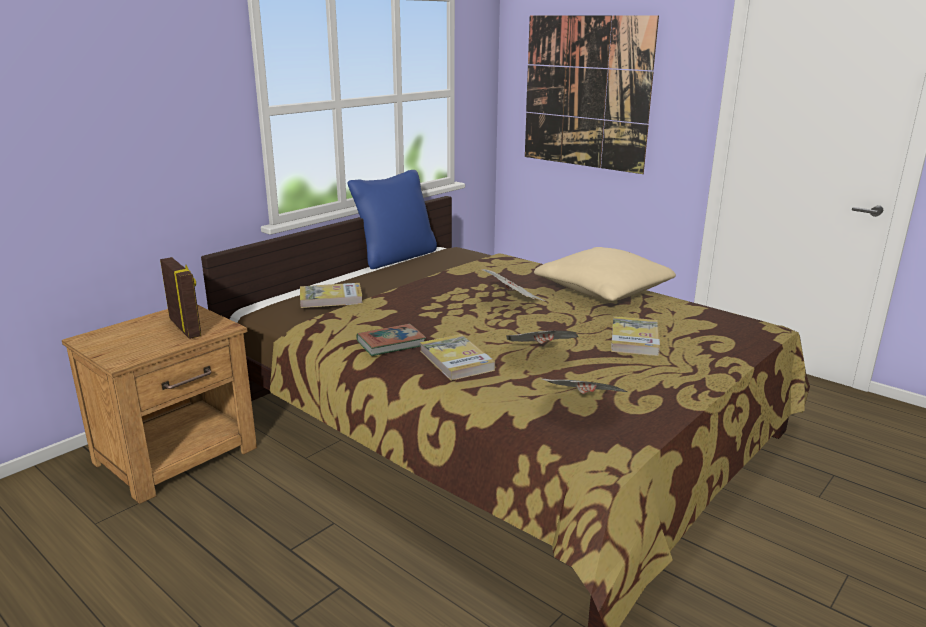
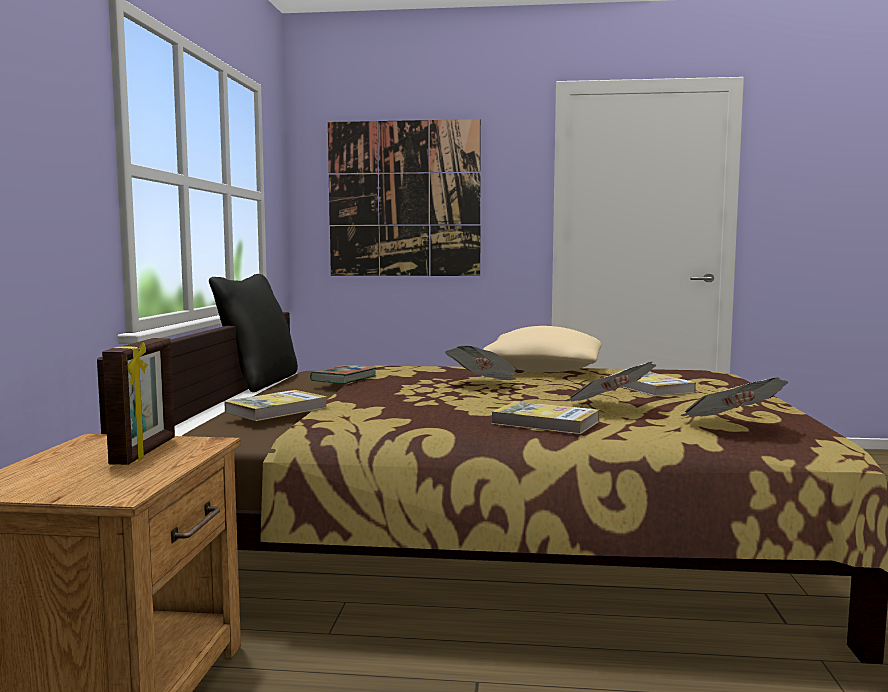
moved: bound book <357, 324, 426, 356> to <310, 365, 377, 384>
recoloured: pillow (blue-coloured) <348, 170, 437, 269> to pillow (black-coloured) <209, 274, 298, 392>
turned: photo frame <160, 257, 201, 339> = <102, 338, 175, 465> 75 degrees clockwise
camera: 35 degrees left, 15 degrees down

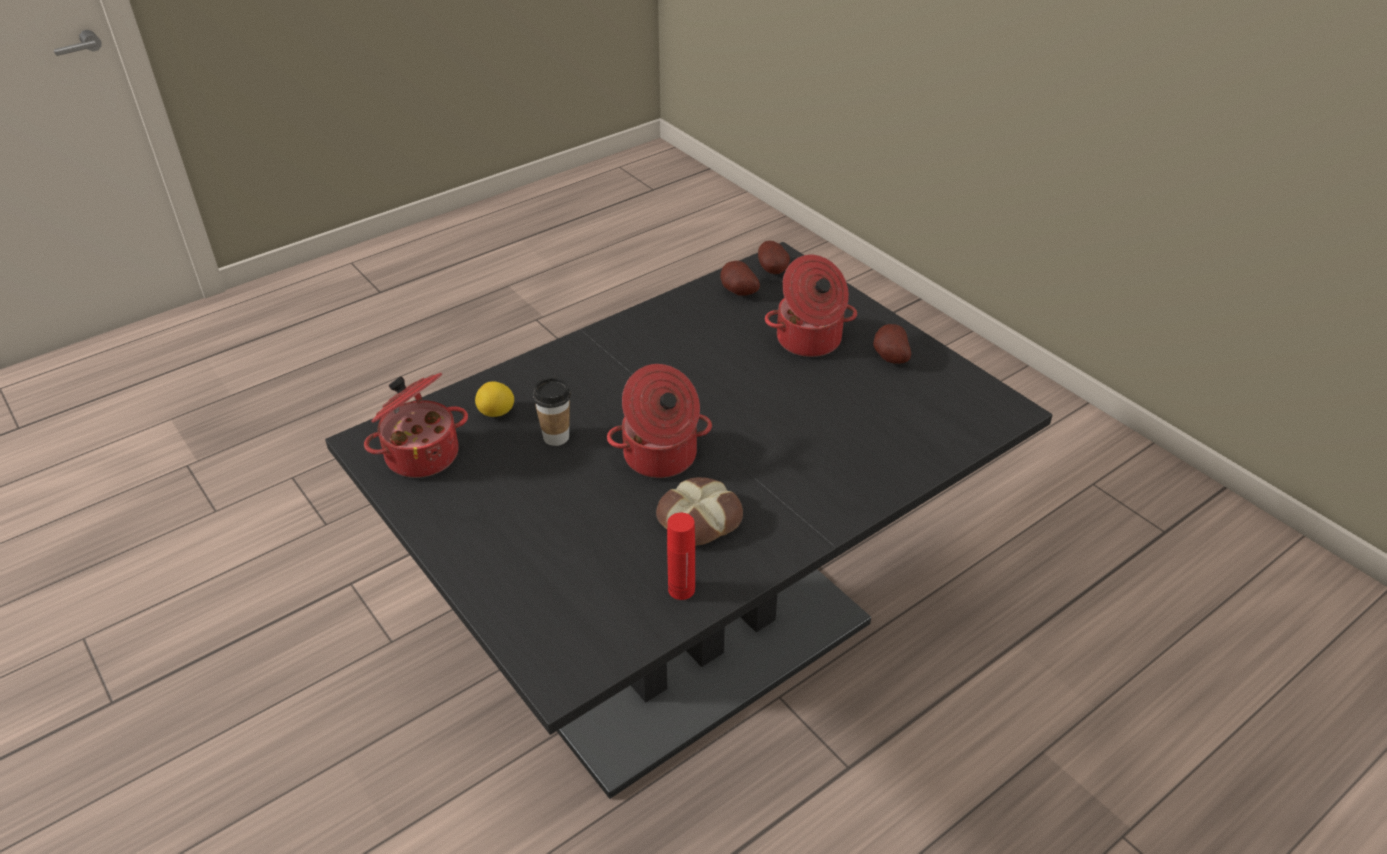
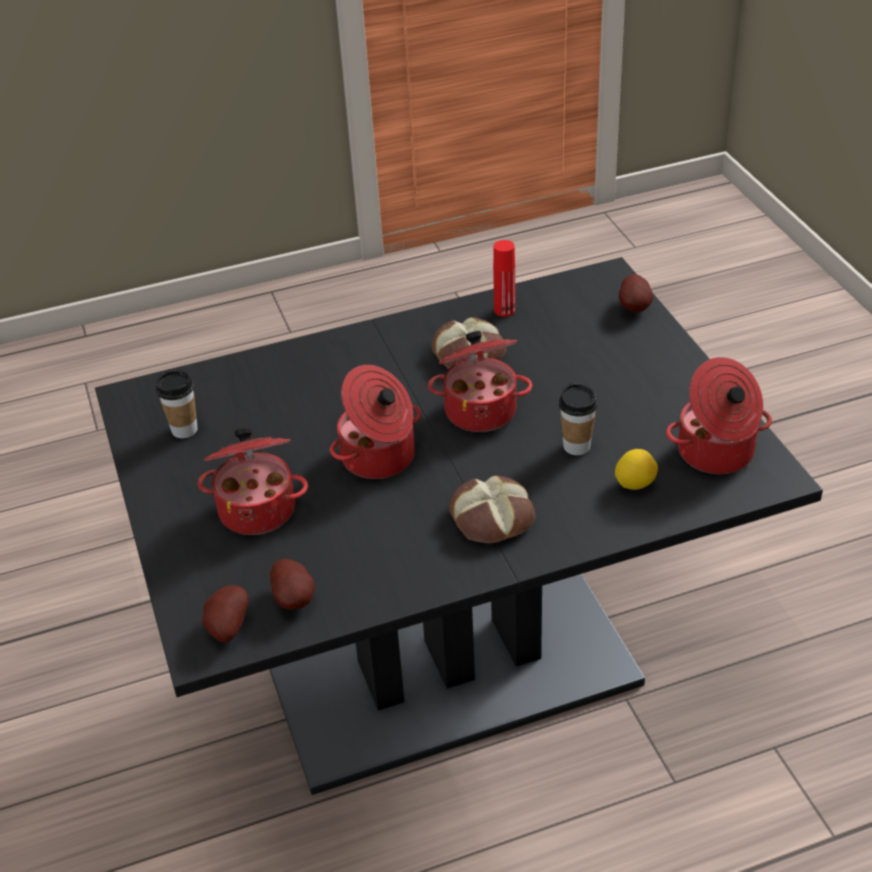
added: cup <156, 370, 198, 438>; cooking pot <330, 365, 421, 479>; bread <450, 476, 535, 543>
moved: potato <873, 324, 911, 364> to <619, 274, 653, 312>
camera: 160 degrees left, 0 degrees up

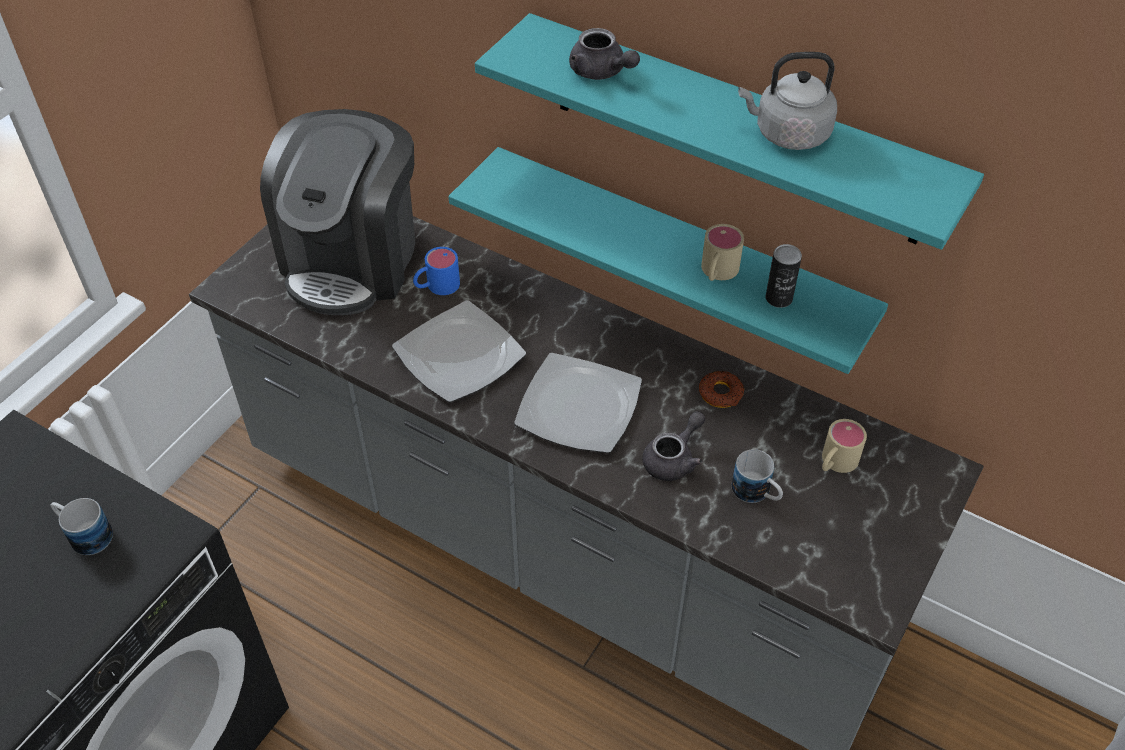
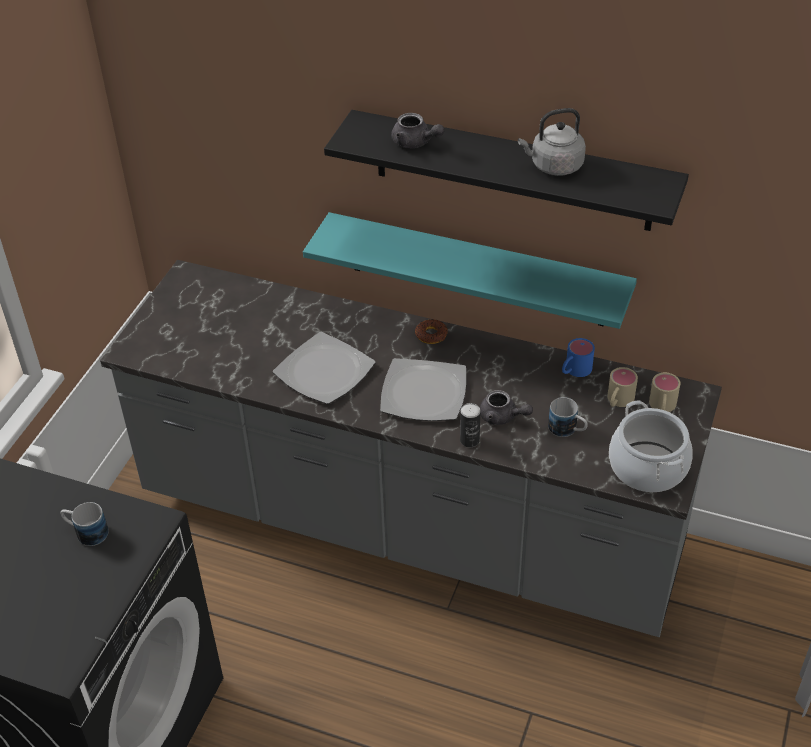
removed: coffee maker <260, 109, 415, 315>
added: cooking pot <609, 401, 693, 492>
moved: coffee mug (blue-coloured) <413, 247, 460, 295> to <562, 338, 595, 377>; doughnut <699, 371, 744, 408> to <415, 319, 448, 344>; coffee mug (beige-coloured) <701, 224, 744, 281> to <649, 372, 680, 412>; sealed can <766, 244, 802, 308> to <460, 403, 481, 447>
recoloured: wall shelf (blue-green) <475, 13, 984, 250> to wall shelf (black-coloured) <324, 110, 689, 231>
turned: pot for tea (gray) <643, 411, 705, 481> = <480, 390, 533, 425> 90 degrees clockwise
camera: 10 degrees left, 5 degrees down

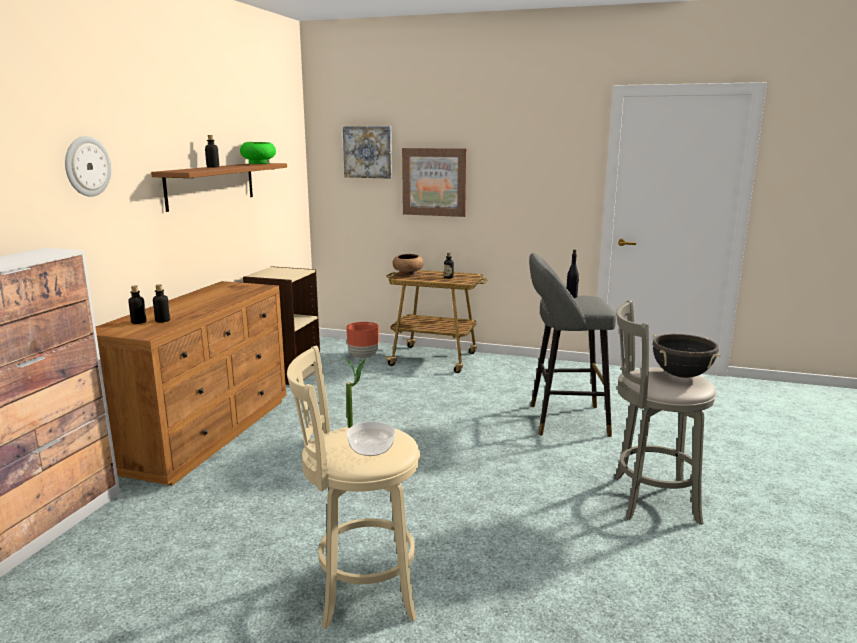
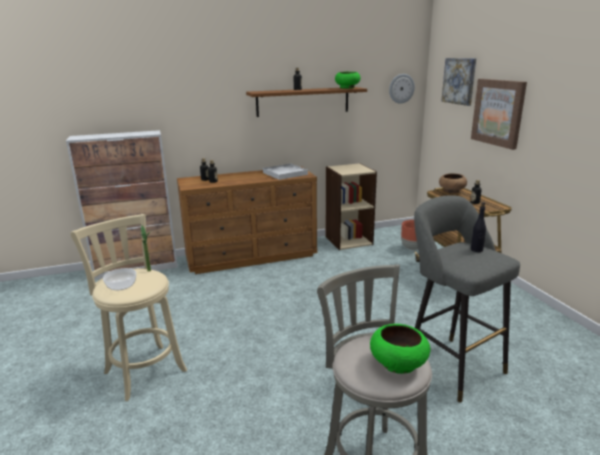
added: carrying tray (white-coloured) <263, 164, 308, 180>
moved: wall clock <65, 136, 111, 197> to <389, 74, 415, 104>
replaced: cooking pot (black-coloured) <652, 334, 721, 378> to deep dish (green) <370, 324, 430, 374>
camera: 55 degrees right, 5 degrees up

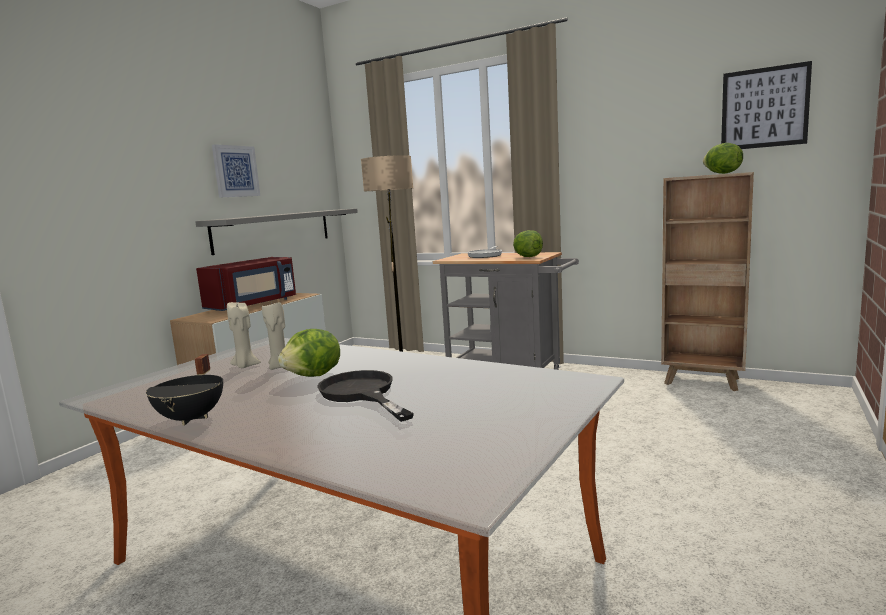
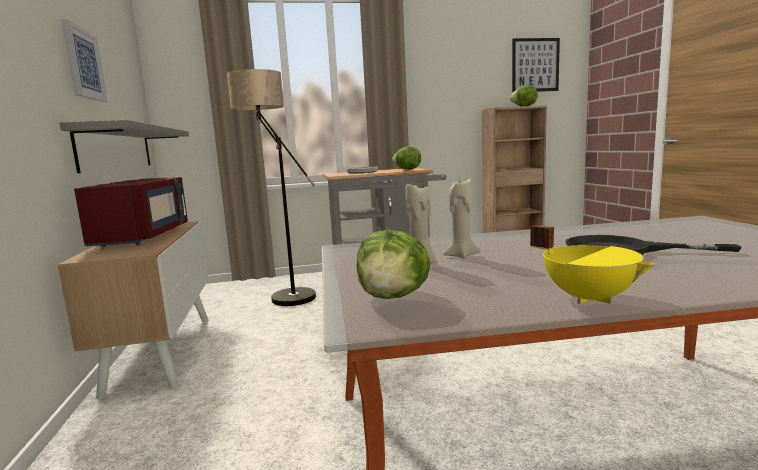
moved: lettuce head <278, 329, 340, 377> to <356, 229, 431, 299>
recoloured: cooking pot (black-coloured) <146, 354, 223, 426> to cooking pot (yellow) <530, 225, 655, 304>
camera: 40 degrees left, 0 degrees up

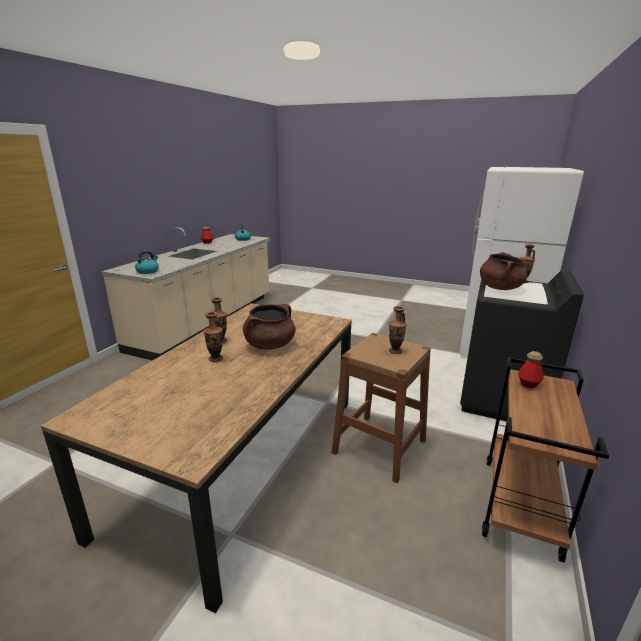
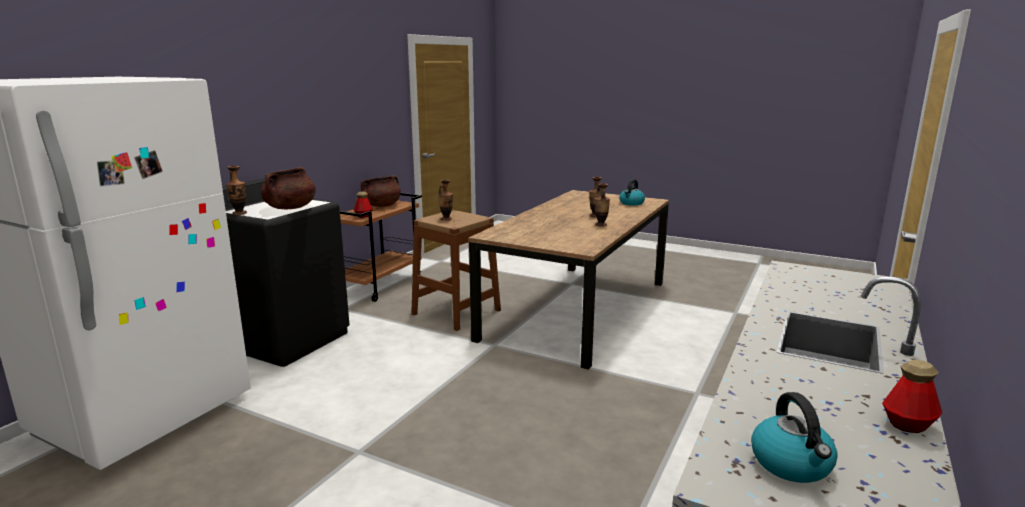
moved: water kettle <135, 251, 159, 274> to <619, 179, 645, 206>; cooking pot (brown) <243, 304, 295, 350> to <360, 175, 401, 207>
camera: 175 degrees left, 5 degrees down

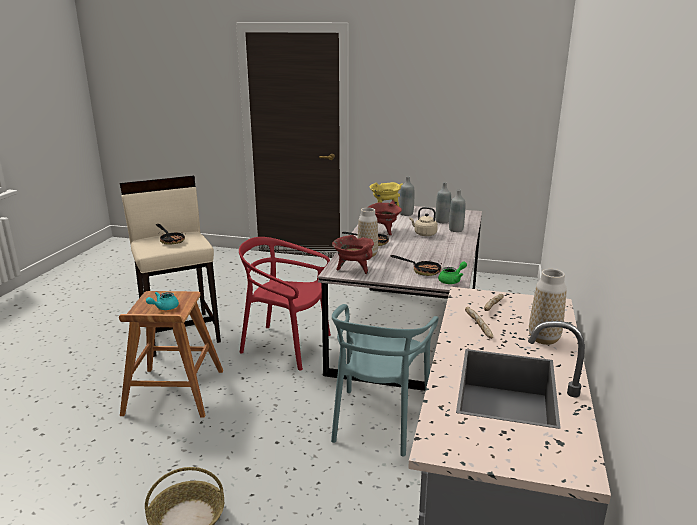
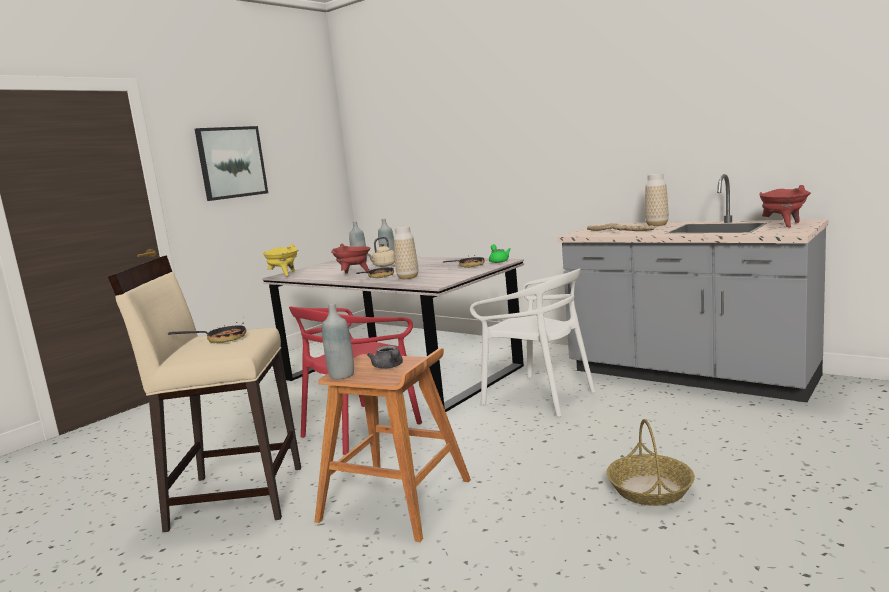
added: wall picture <195, 126, 268, 201>
moved: cooking pot (red) <332, 235, 374, 274> to <759, 185, 811, 227>; bottle (gray) <400, 176, 414, 216> to <322, 303, 354, 379>
recoloured: pot for tea (blue-green) <146, 292, 179, 310> to pot for tea (gray) <367, 346, 403, 369>; upright chair (blue-green) <331, 304, 439, 456> to upright chair (white-coloured) <470, 268, 595, 417>
camera: 65 degrees left, 10 degrees down

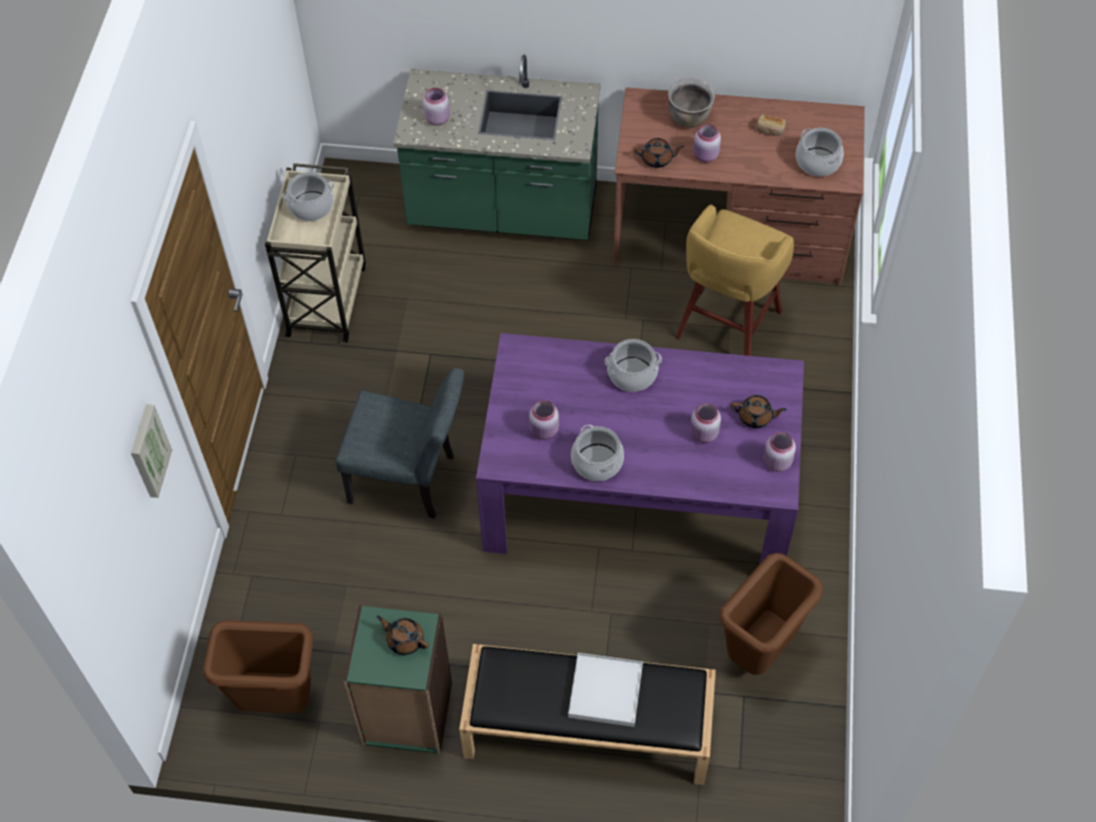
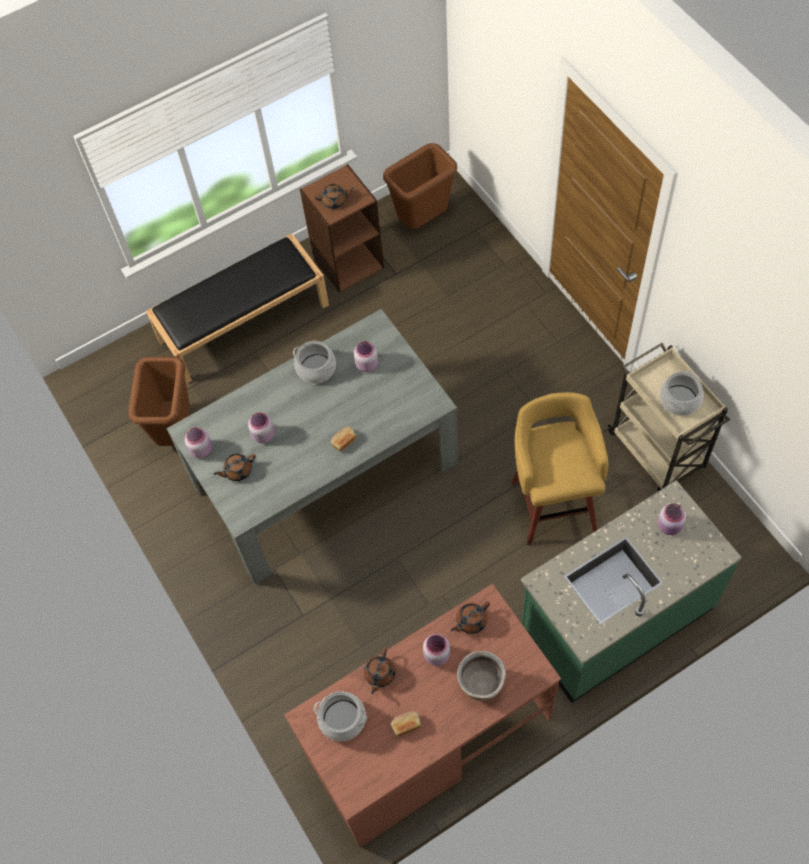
removed: wall picture <131, 404, 172, 498>; upright chair (gray) <336, 368, 464, 519>; carrying tray (white-coloured) <568, 653, 643, 727>
added: pot for tea (brown) <364, 647, 396, 694>
moved: stool seat (yellow) <675, 204, 794, 356> to <511, 392, 609, 545>
replaced: cooking pot <605, 339, 662, 392> to bread <331, 427, 357, 452>
recoloured: bookcase (green) <344, 605, 452, 754> to bookcase (brown) <300, 164, 384, 292>; kitchen table (purple-coloured) <476, 333, 804, 564> to kitchen table (gray) <166, 309, 458, 584>
camera: 145 degrees right, 5 degrees up

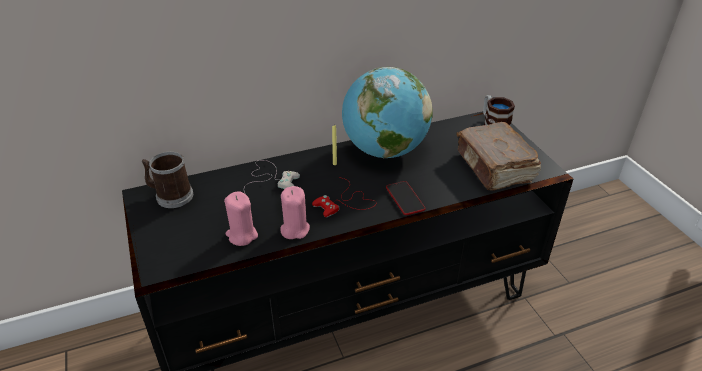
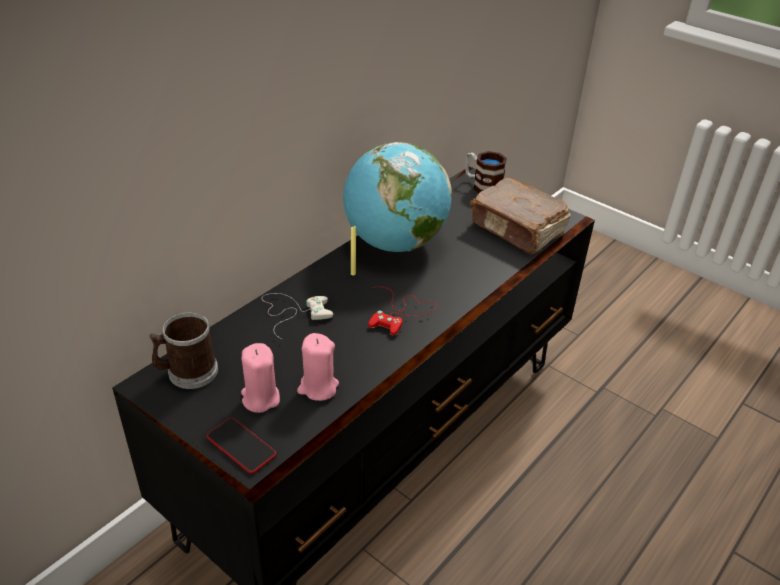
moved: wax candle (pink-coloured) <280, 186, 310, 239> to <241, 343, 280, 413>; handset <386, 181, 426, 215> to <206, 418, 277, 474>
camera: 30 degrees left, 0 degrees up

